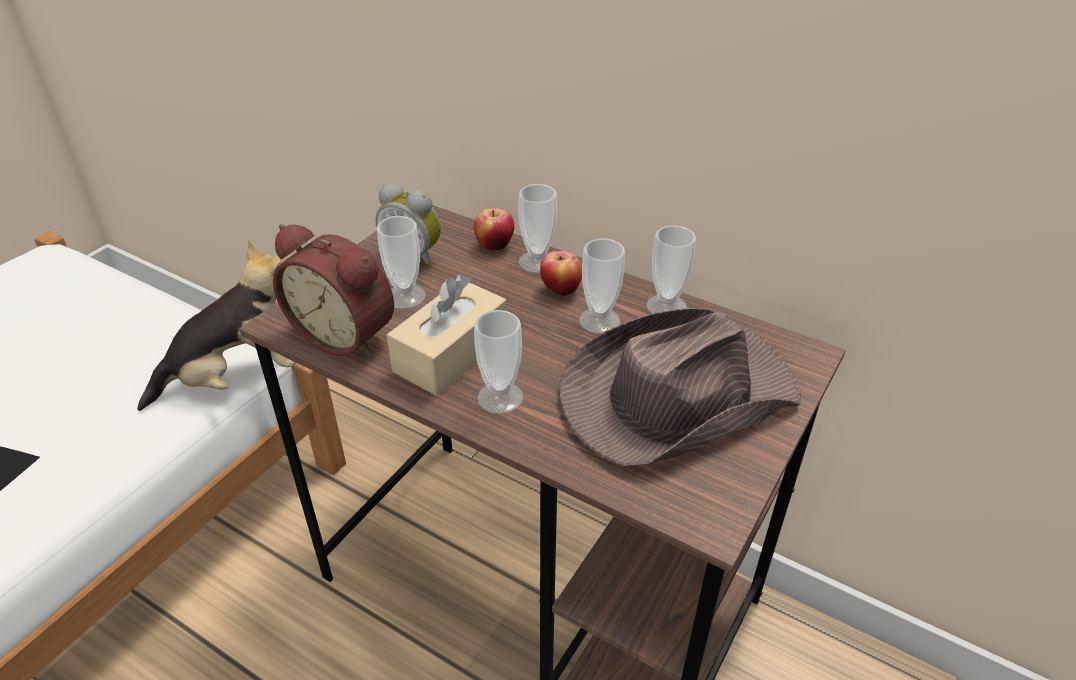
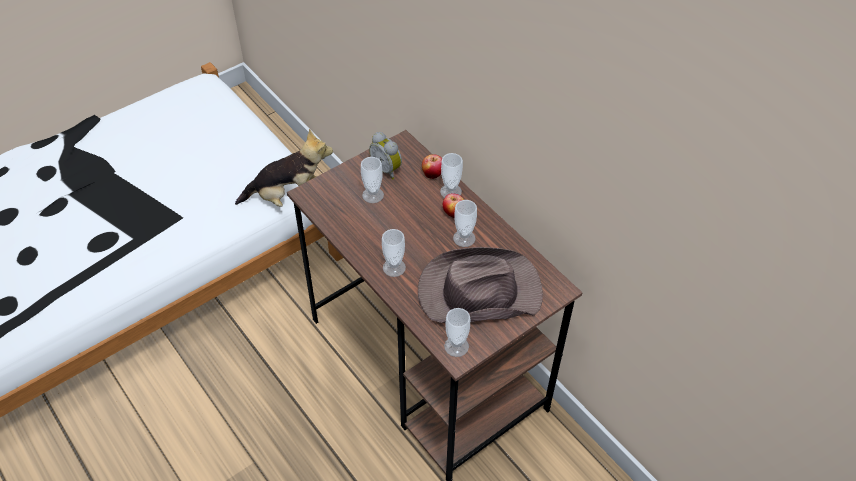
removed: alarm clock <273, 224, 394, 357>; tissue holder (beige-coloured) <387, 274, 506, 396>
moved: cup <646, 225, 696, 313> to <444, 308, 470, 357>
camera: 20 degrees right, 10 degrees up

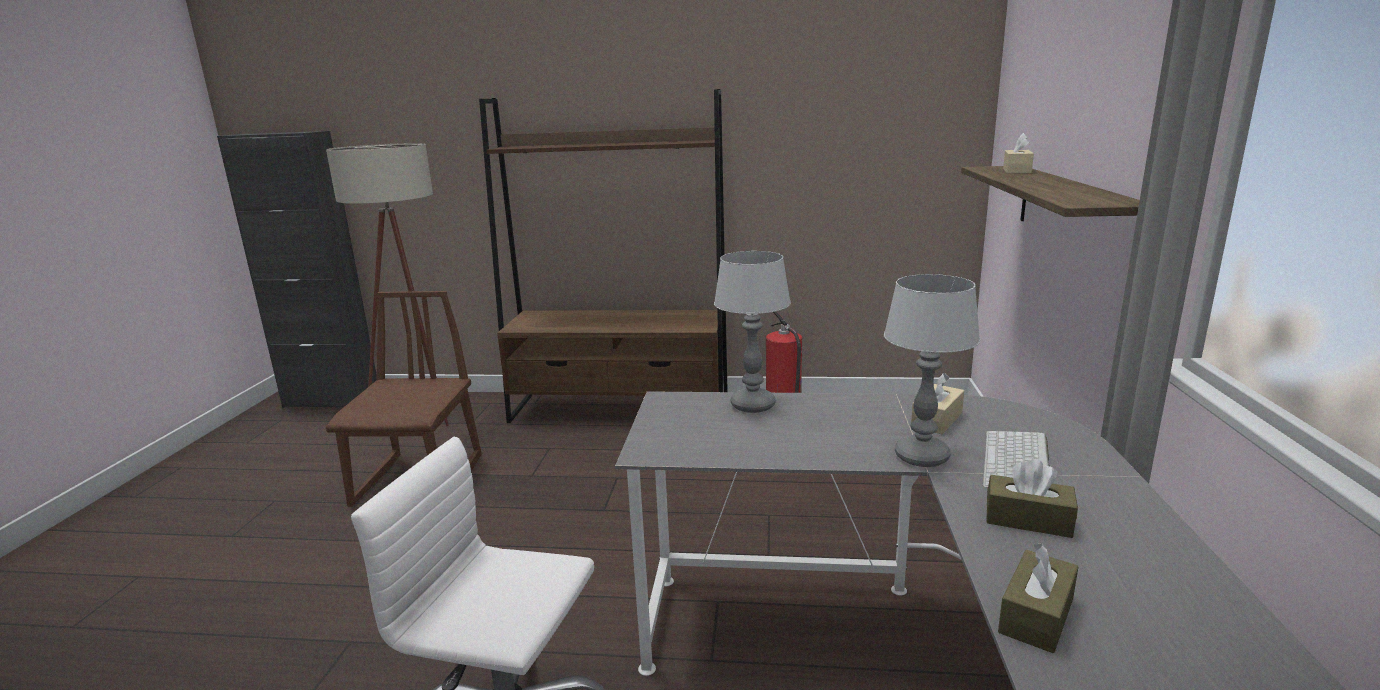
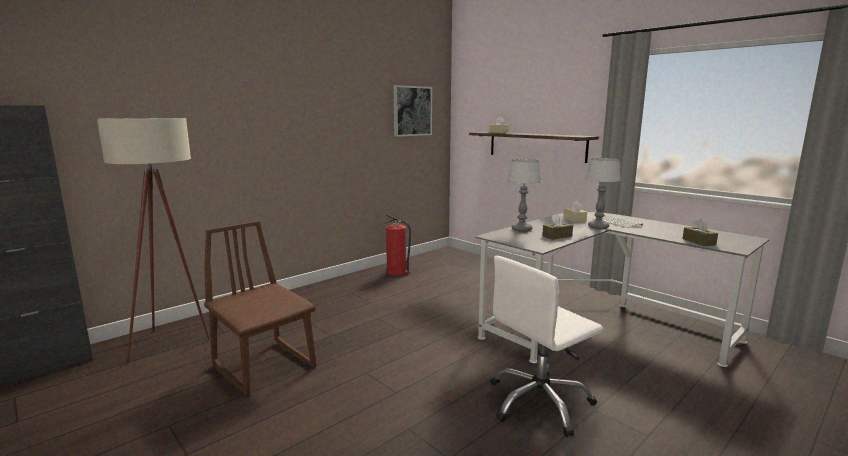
removed: bookcase (brown) <479, 89, 728, 423>
added: wall picture <393, 85, 432, 137>
moved: tissue holder (brown) <986, 459, 1078, 538> to <542, 214, 573, 240>
camera: 50 degrees left, 5 degrees down

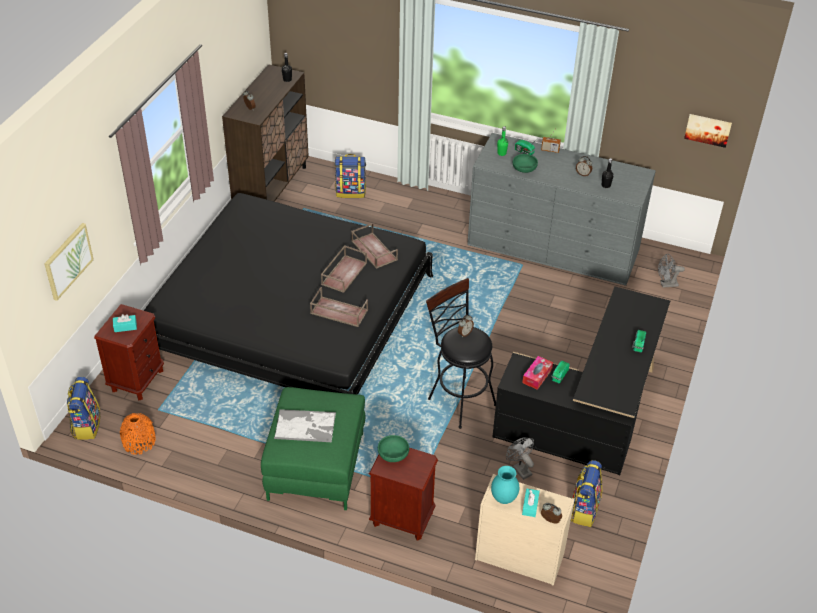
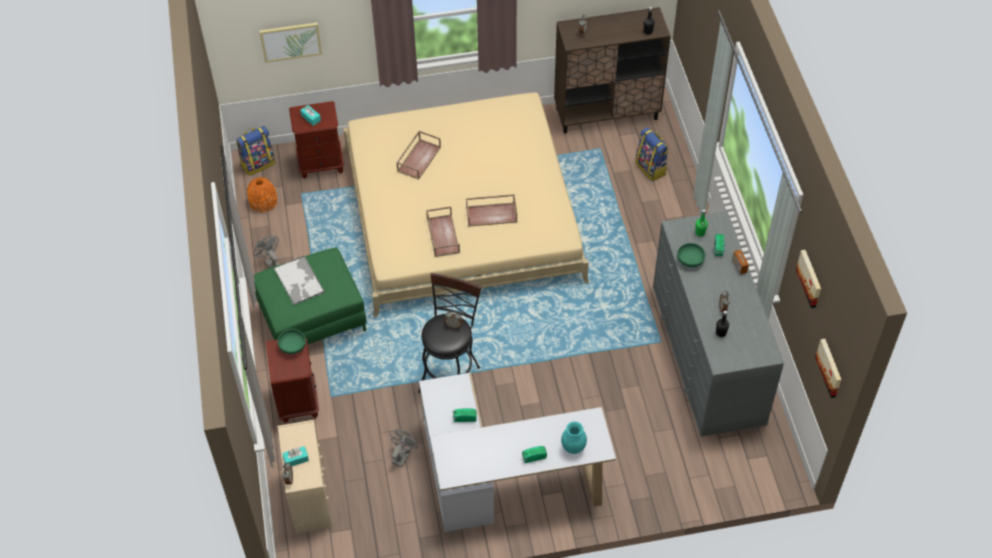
removed: tissue holder <522, 356, 553, 390>; backpack <571, 460, 602, 527>
added: wall picture <796, 250, 821, 308>
moved: carrying tray (brown) <351, 223, 398, 269> to <396, 131, 441, 180>; flower vase (blue-green) <491, 466, 519, 504> to <561, 421, 587, 454>; fan (gray) <658, 254, 685, 288> to <253, 236, 280, 268>
recoloured: sleeping bed (black-coloured) <144, 193, 433, 394> to sleeping bed (beige-coloured) <343, 93, 589, 318>; desk (black-coloured) <492, 287, 670, 475> to desk (white-coloured) <419, 372, 616, 532>
camera: 60 degrees right, 10 degrees up

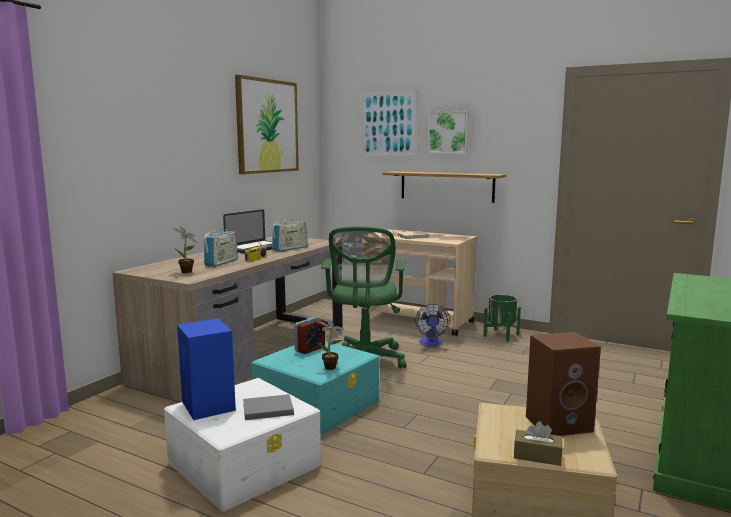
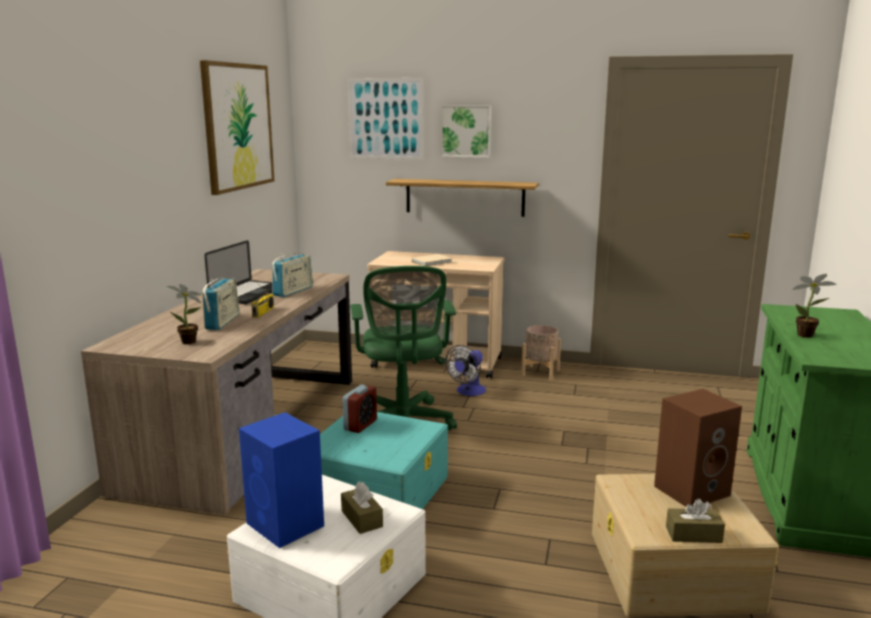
moved: plant in a pot <316, 321, 345, 370> to <792, 274, 837, 338>
replaced: bound book (gray) <243, 394, 294, 420> to tissue holder (brown) <341, 482, 383, 534>
recoloured: flower pot (green) <483, 295, 521, 342> to flower pot (beige-coloured) <521, 325, 561, 380>
turned: fan <415, 304, 450, 346> = <445, 345, 486, 396> 45 degrees clockwise
camera: 15 degrees left, 5 degrees up

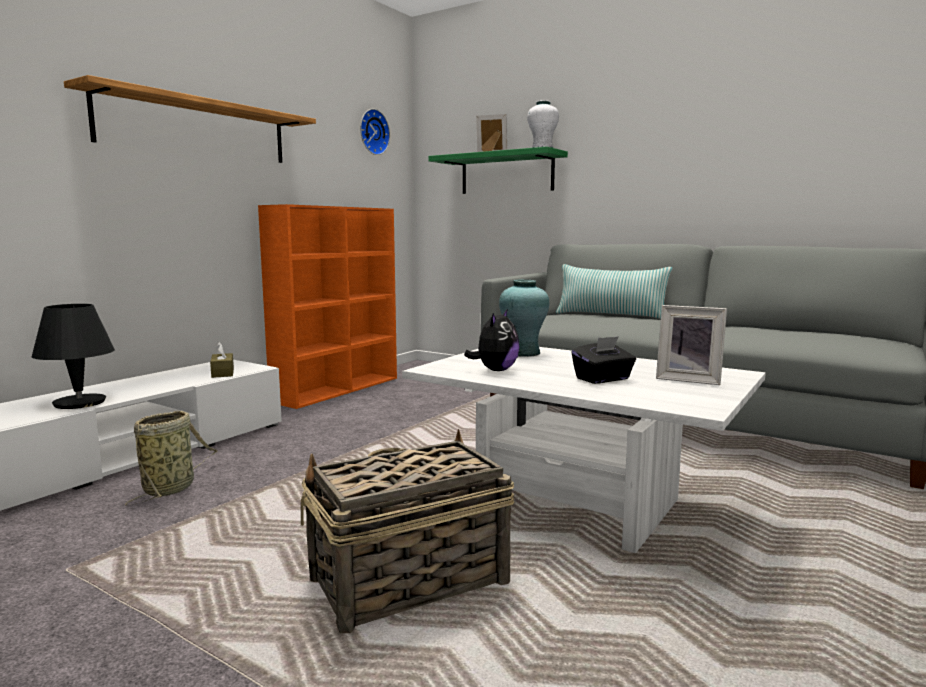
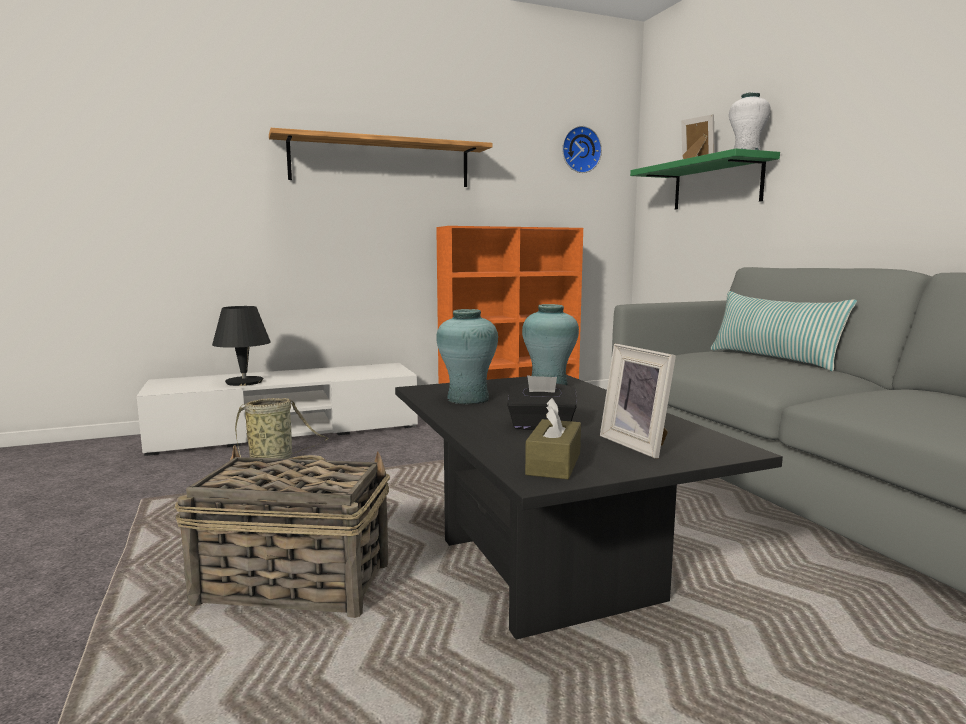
moved: tissue holder (brown) <210, 342, 234, 378> to <525, 398, 581, 480>
replaced: plush toy <464, 310, 520, 371> to flower vase (blue-green) <436, 309, 498, 404>
recoloured: low table (white-coloured) <402, 347, 766, 553> to low table (black-coloured) <395, 375, 783, 640>
camera: 35 degrees right, 0 degrees up

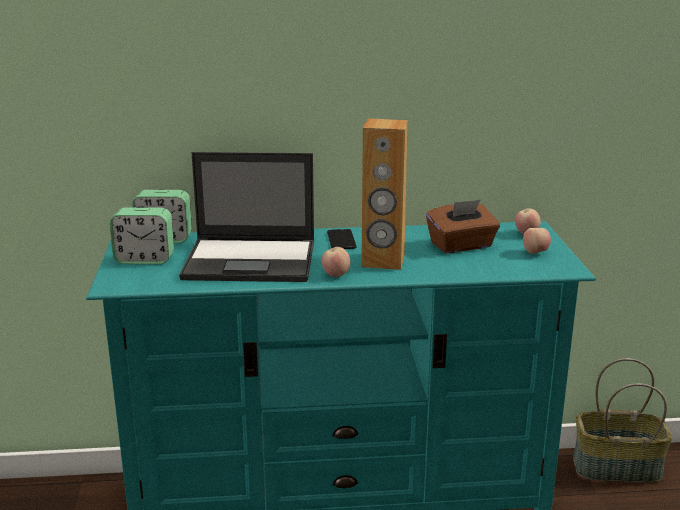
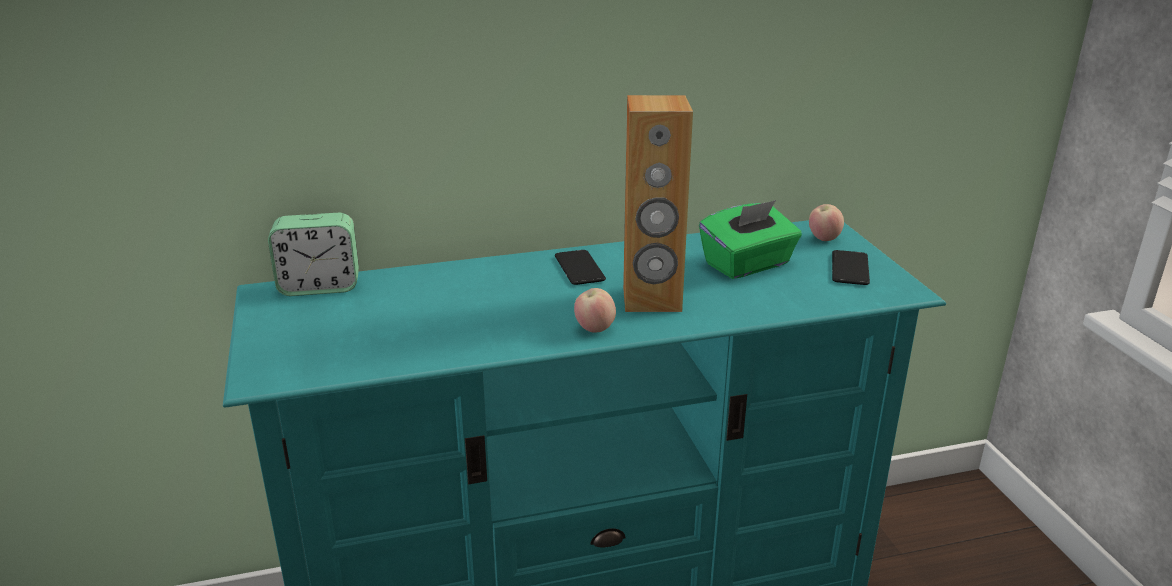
removed: alarm clock <110, 207, 174, 264>; notebook computer <179, 152, 314, 282>; basket <573, 358, 672, 483>
replaced: whole apple <523, 228, 551, 254> to handset <832, 250, 870, 285>
recoloured: tissue holder (brown) <426, 199, 500, 253> to tissue holder (green) <699, 200, 802, 279>
camera: 10 degrees left, 5 degrees up

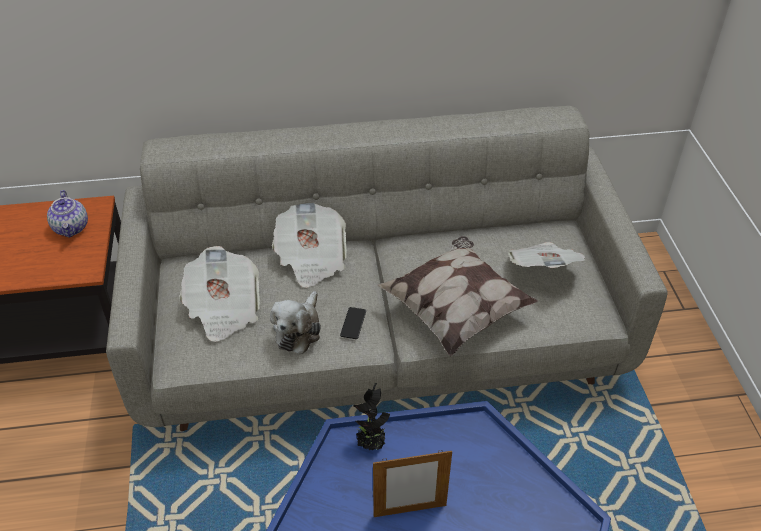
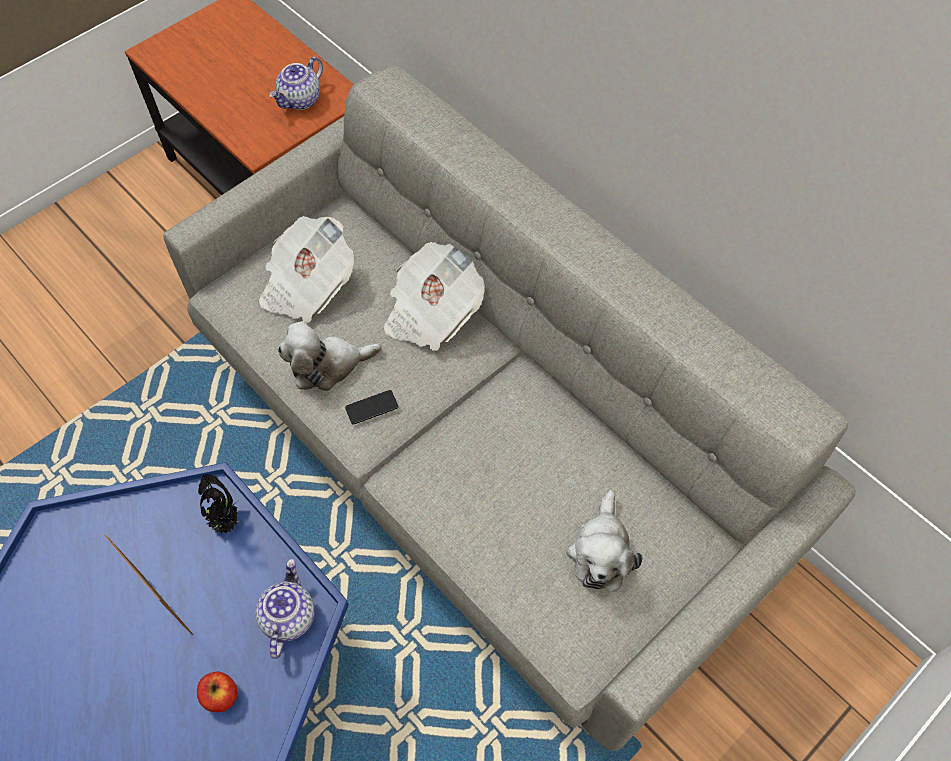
removed: pillow <377, 236, 538, 356>
added: whole apple <197, 672, 237, 712>; pot for tea <255, 559, 315, 659>
replaced: newspaper <508, 242, 585, 268> to plush toy <566, 490, 642, 592>
camera: 55 degrees right, 15 degrees up

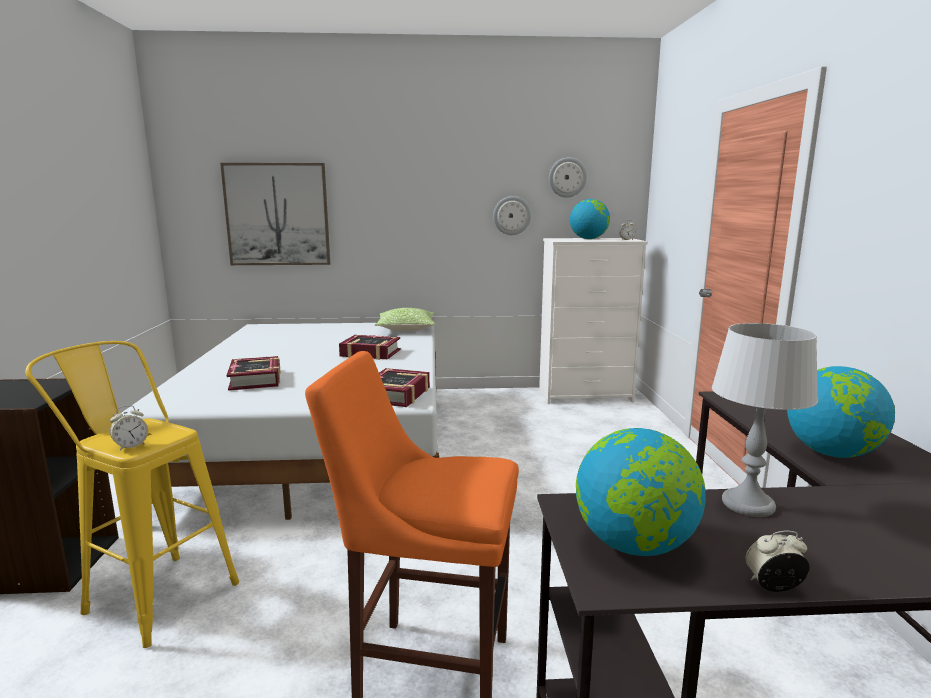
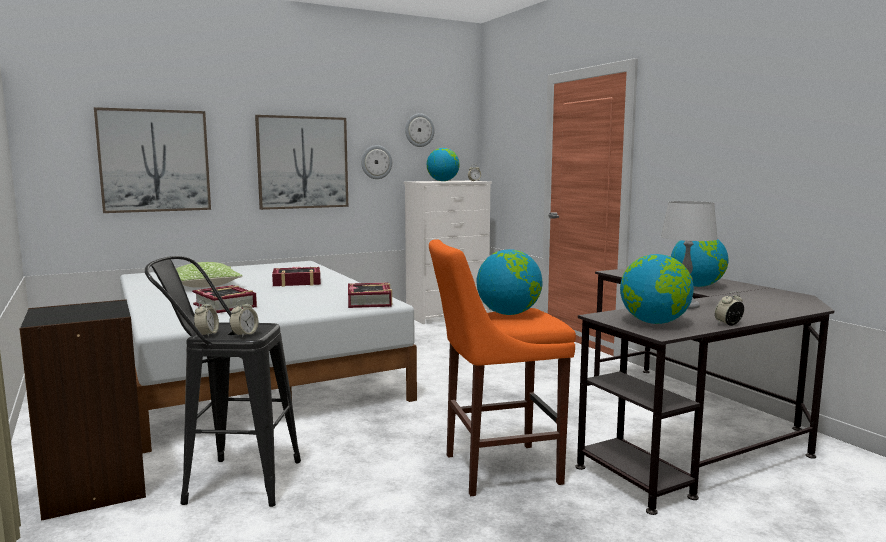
added: alarm clock <194, 300, 219, 337>; wall picture <255, 115, 348, 210>; world globe <477, 249, 543, 315>
moved: pillow <375, 308, 436, 331> to <176, 262, 243, 288>
recoloured: stool seat (yellow) <25, 341, 239, 648> to stool seat (black-coloured) <145, 256, 301, 507>
camera: 25 degrees left, 5 degrees down

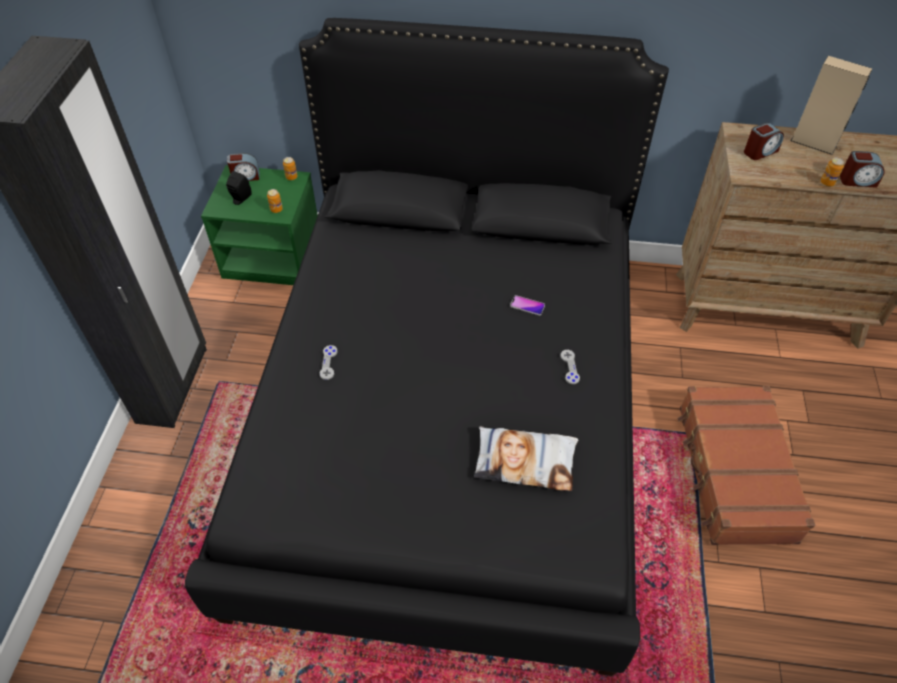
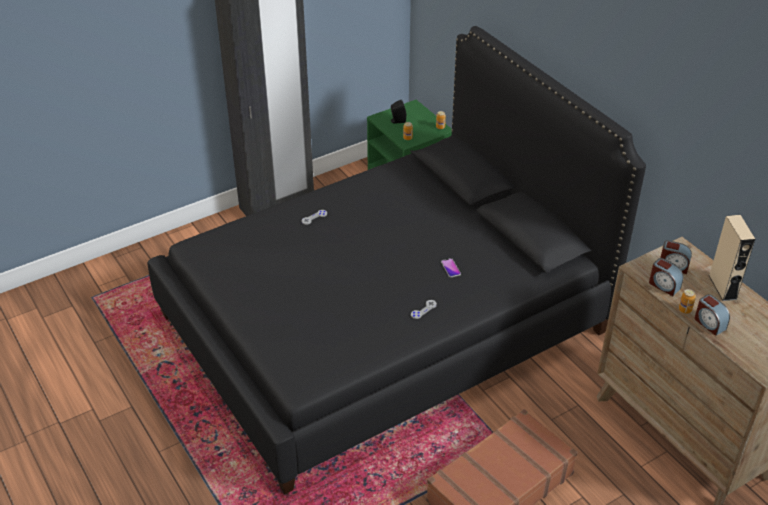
removed: pillow <474, 426, 578, 491>
moved: alarm clock <227, 153, 260, 181> to <649, 258, 684, 296>
camera: 50 degrees right, 10 degrees down

